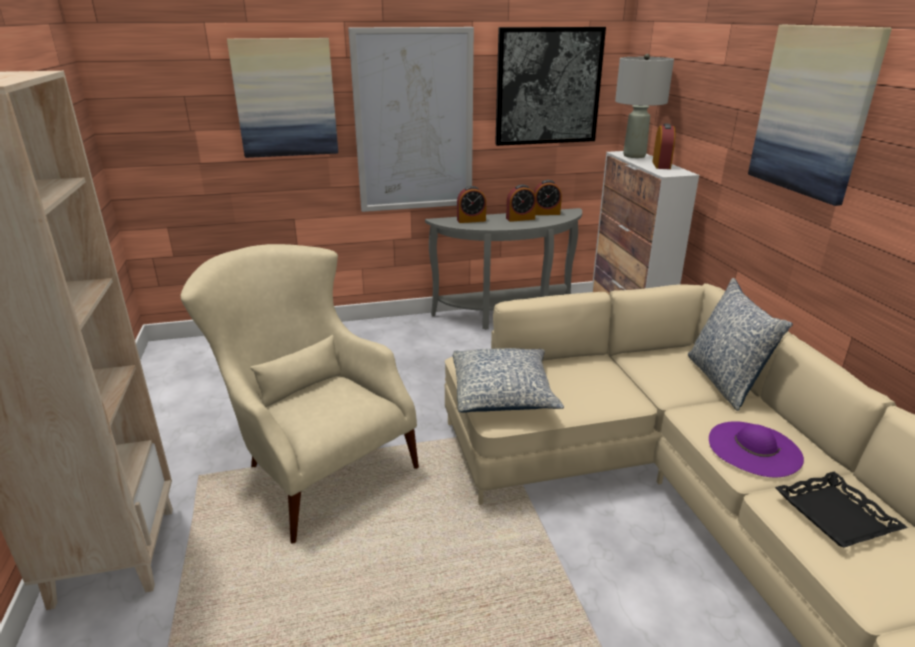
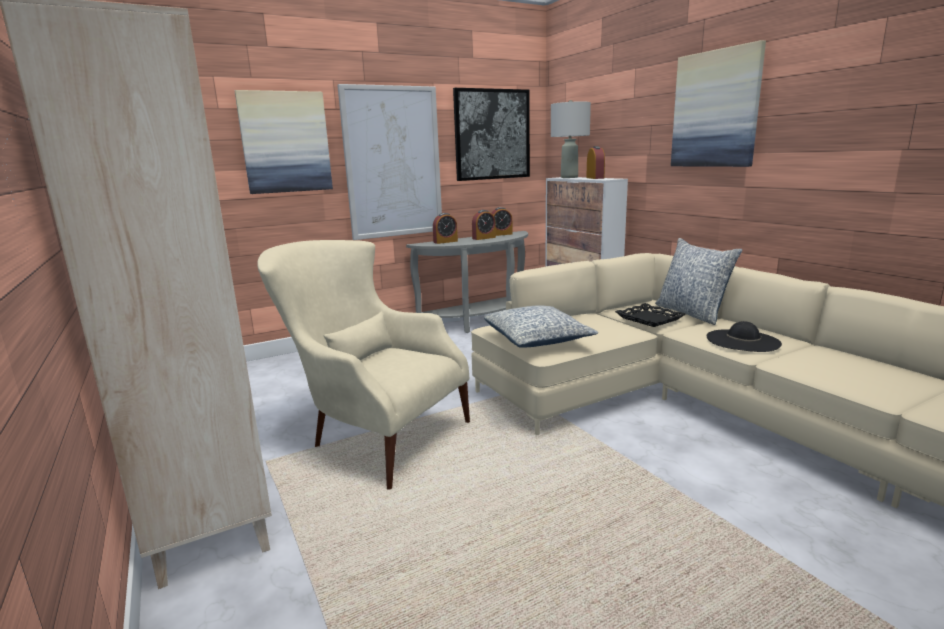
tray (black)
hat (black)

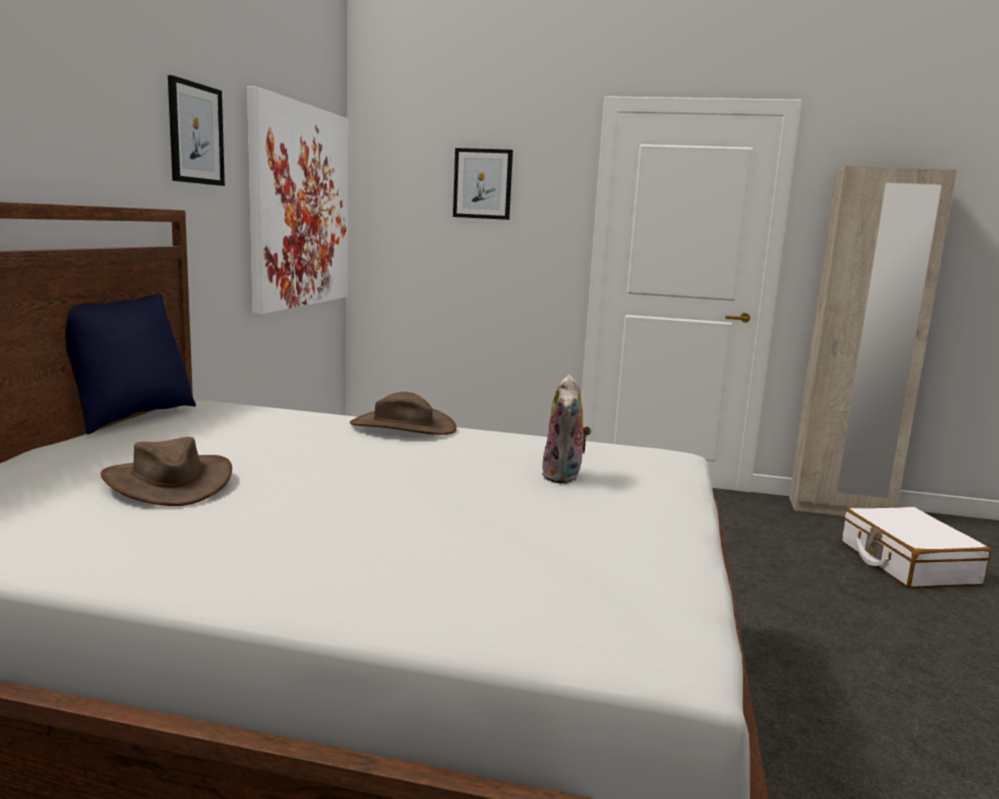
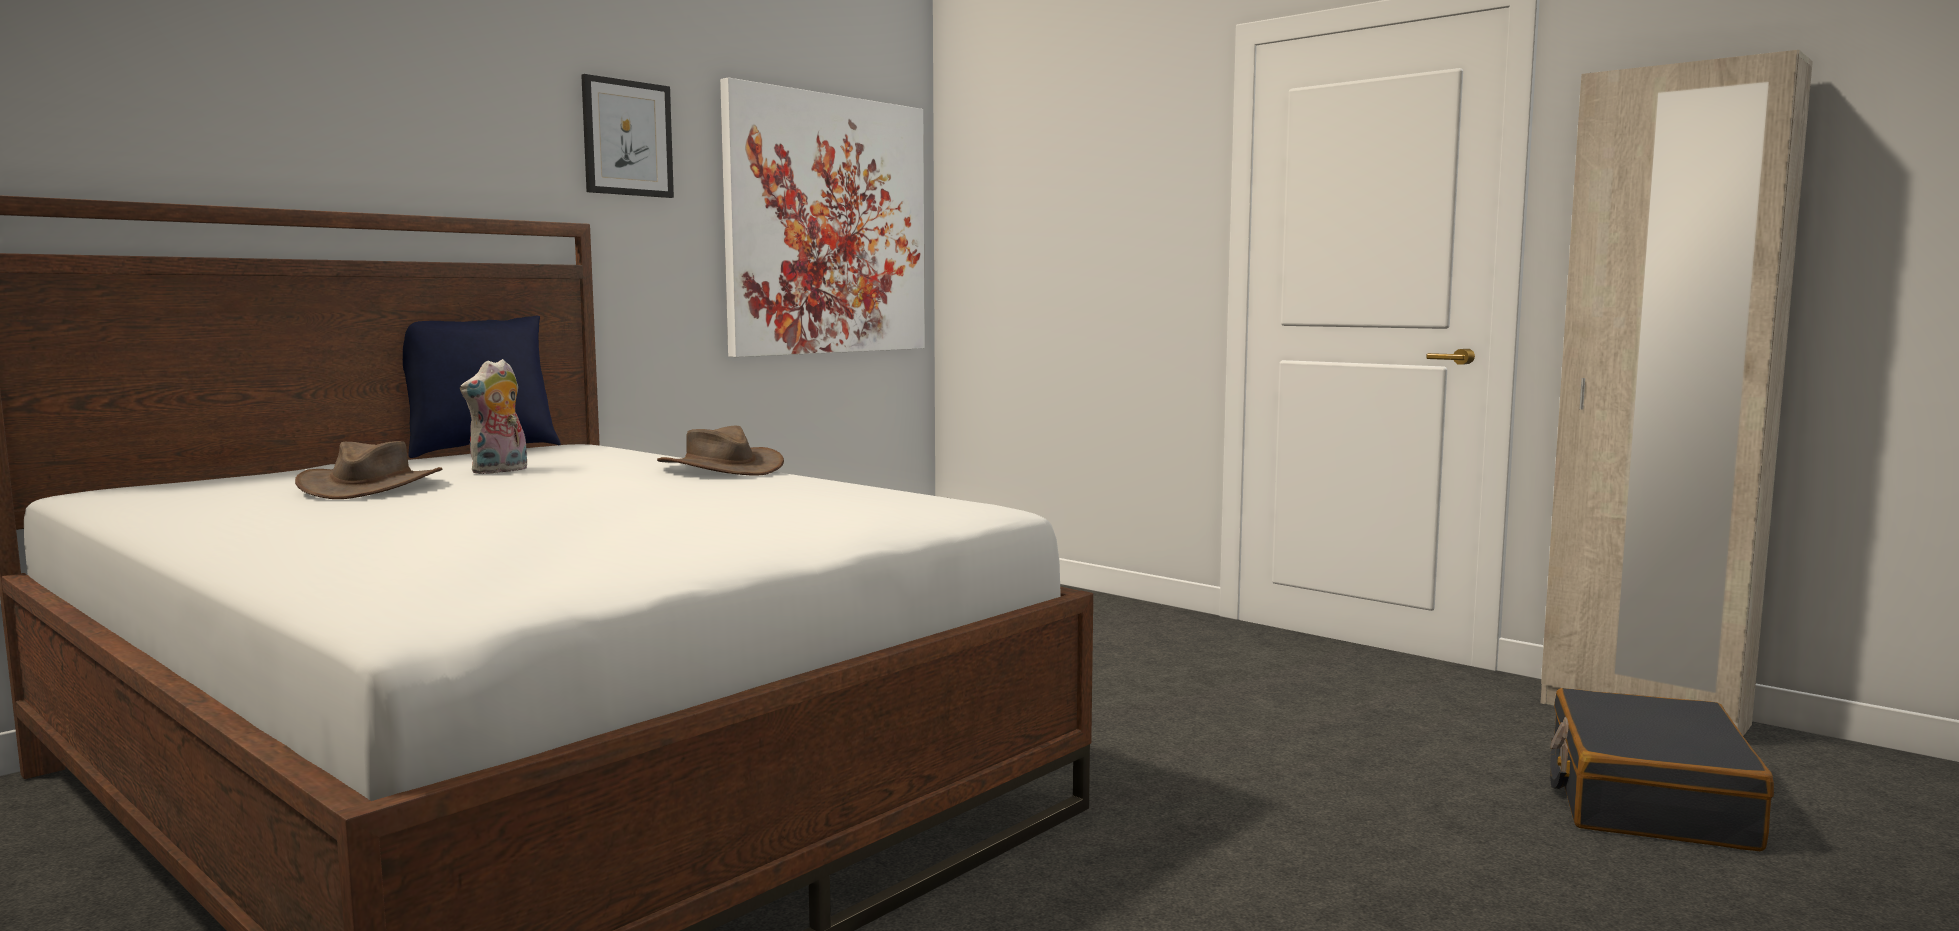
plush toy
suitcase (black)
picture (3rd from left in the first image)

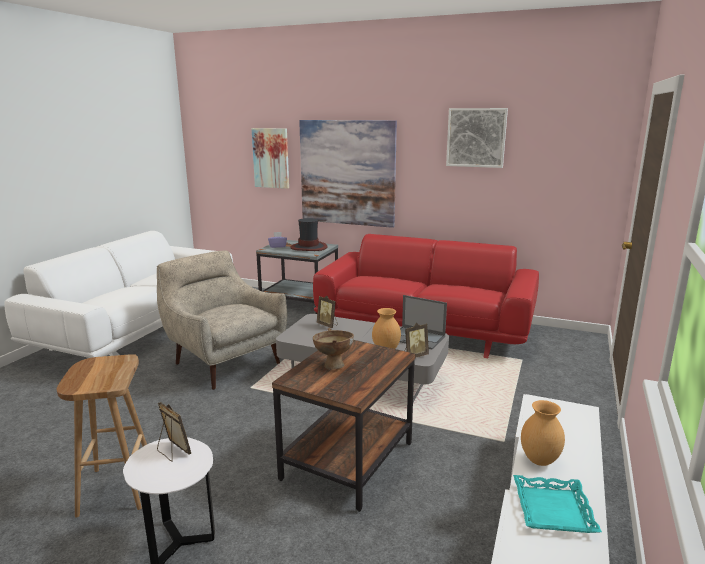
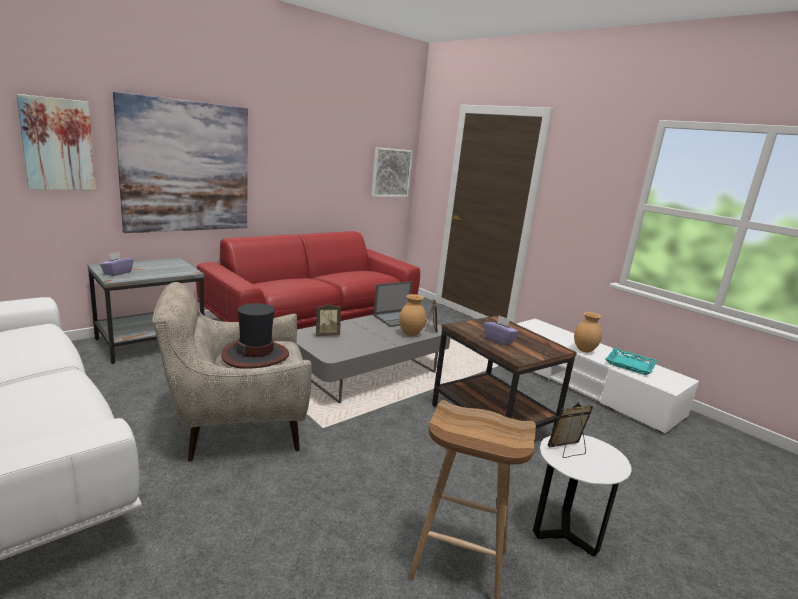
hat
picture (3rd from left)
tissue box (purple) (2nd from left)

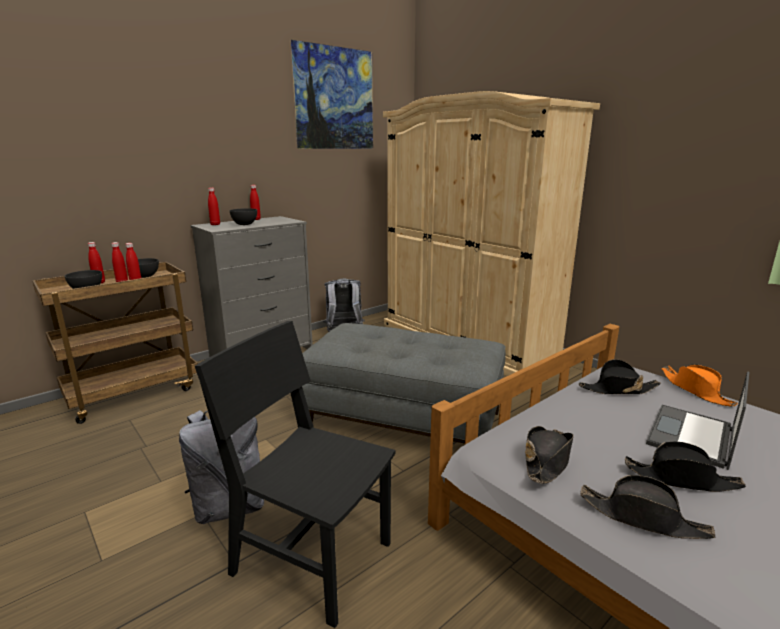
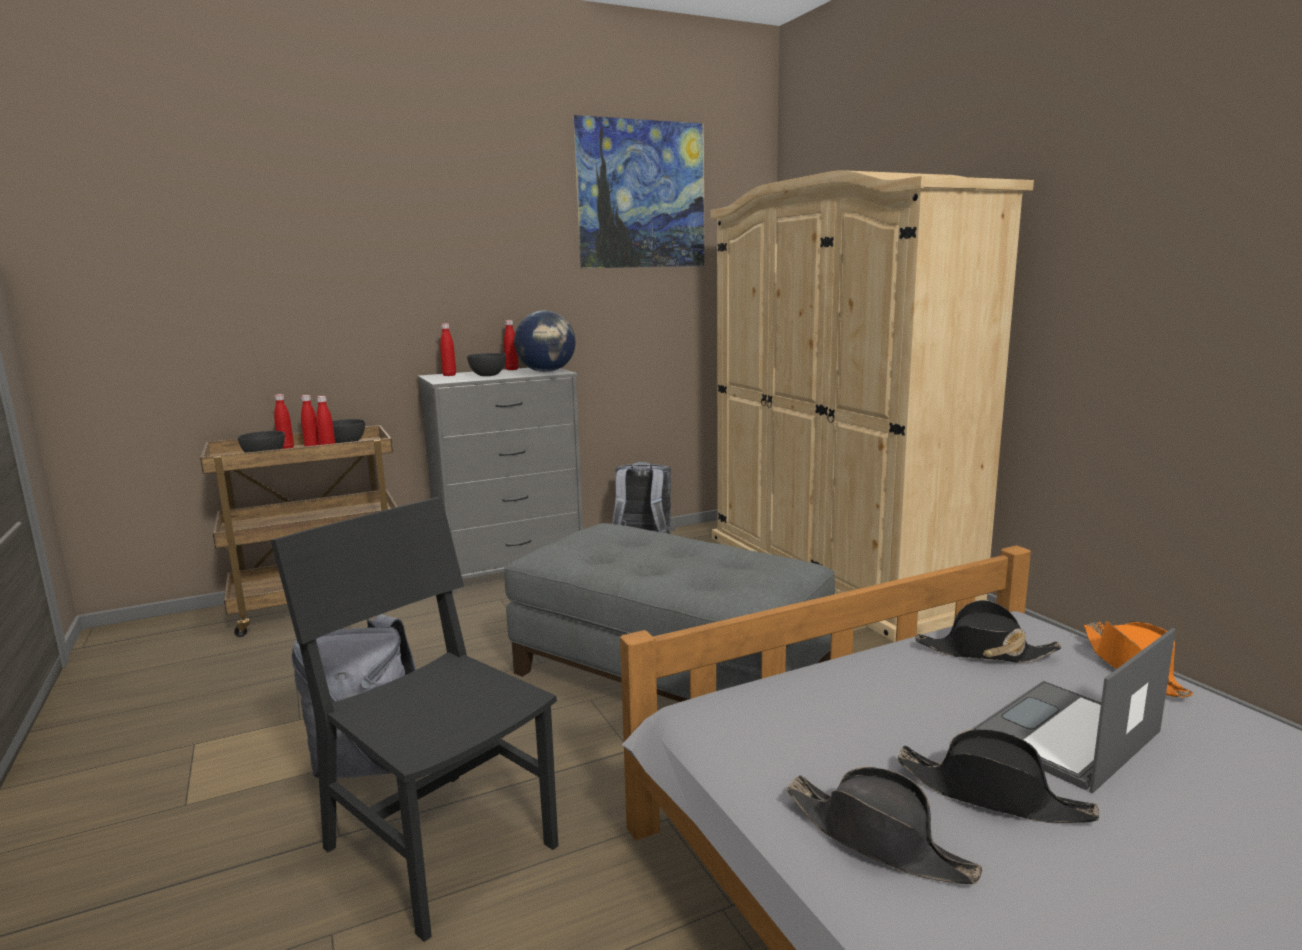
globe
hat (black) (1st from left in the first image)

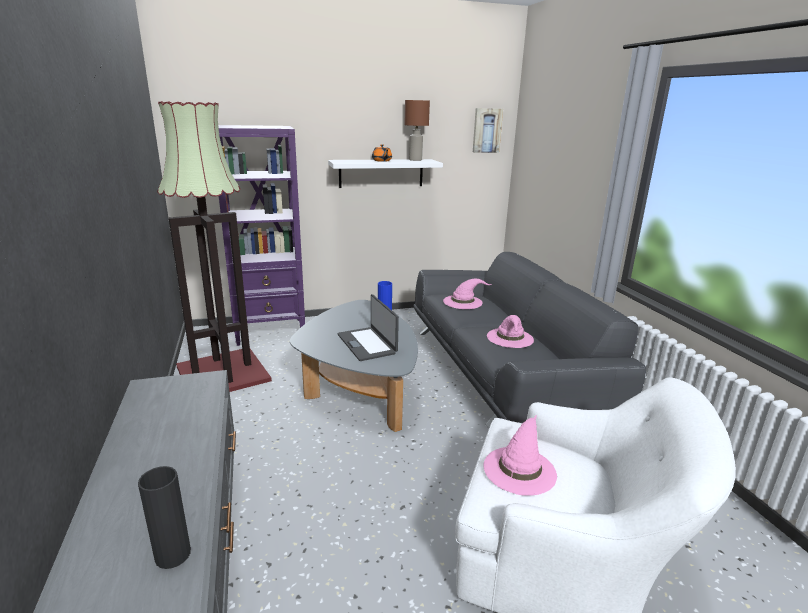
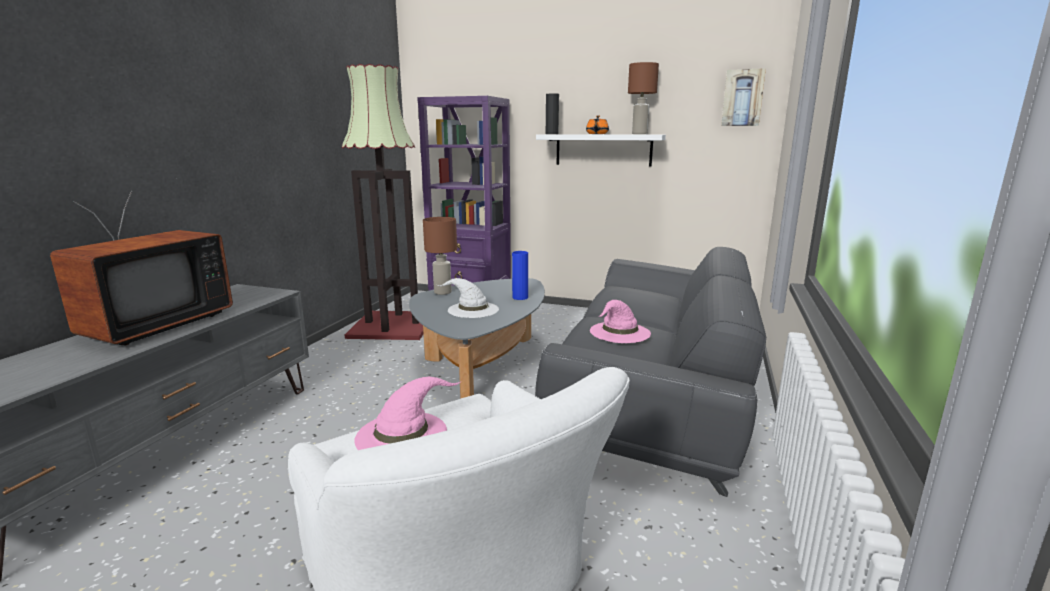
television
table lamp (brown) (1st from left)
hat (white)
vase (black)
hat (pink) (1st from left in the first image)

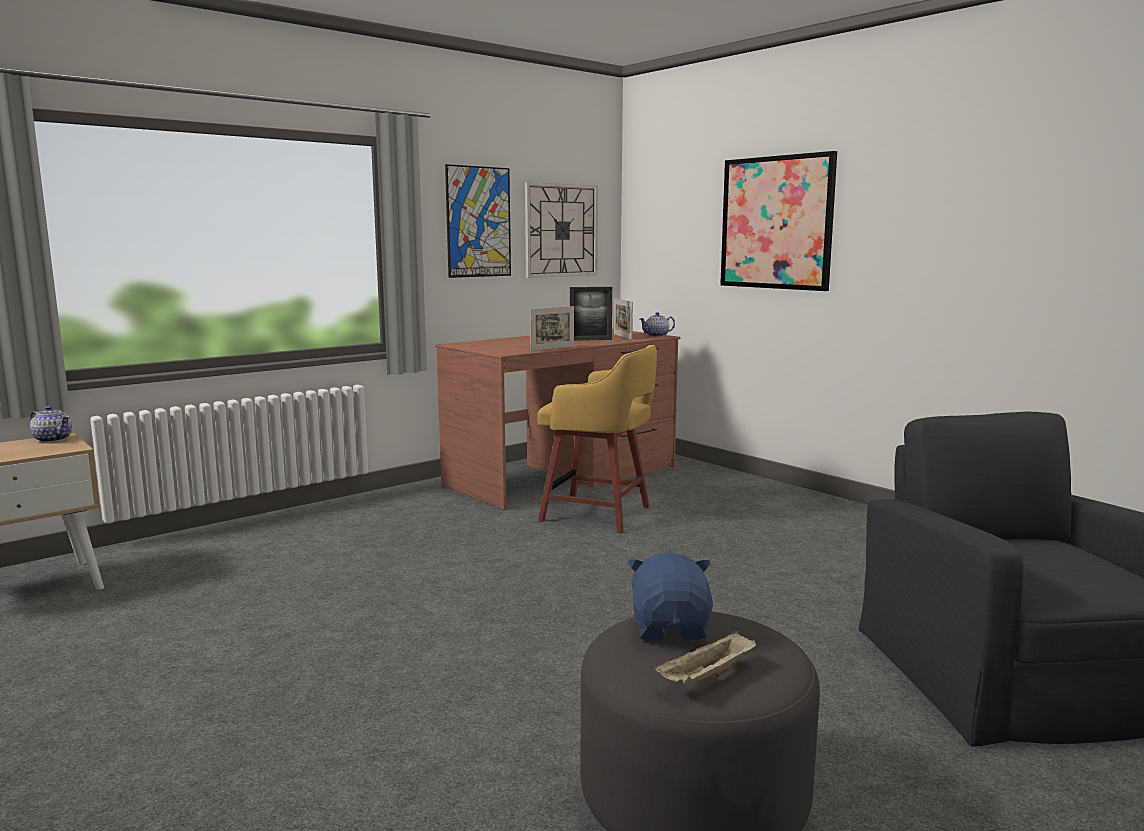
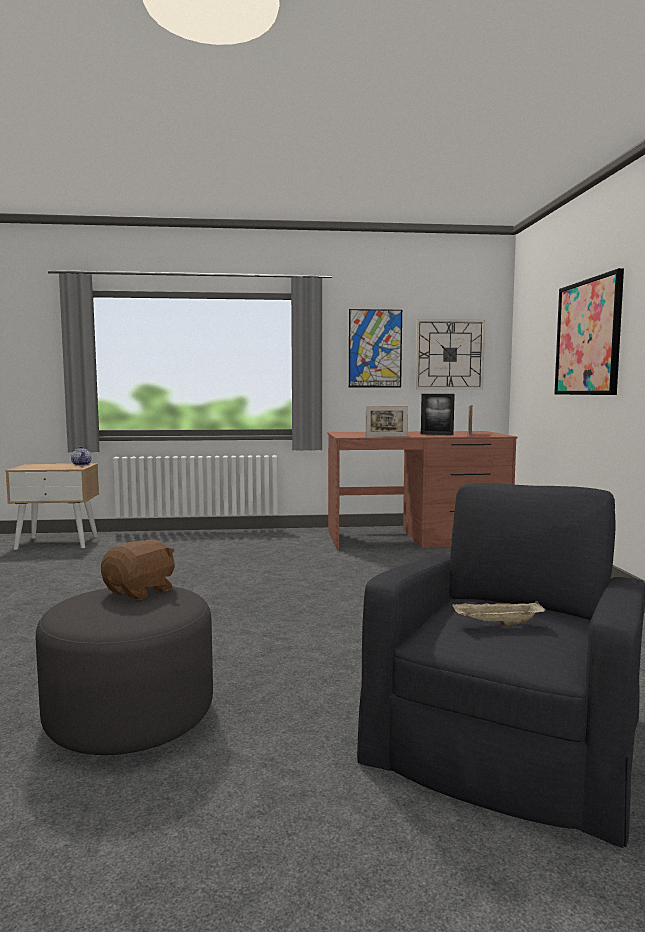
plush toy (brown)
tray (beige)
stool (yellow)
teapot (2nd from left in the first image)

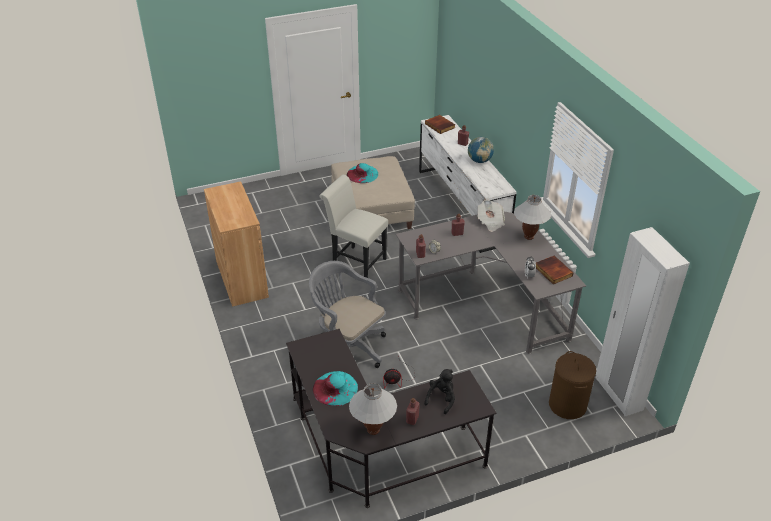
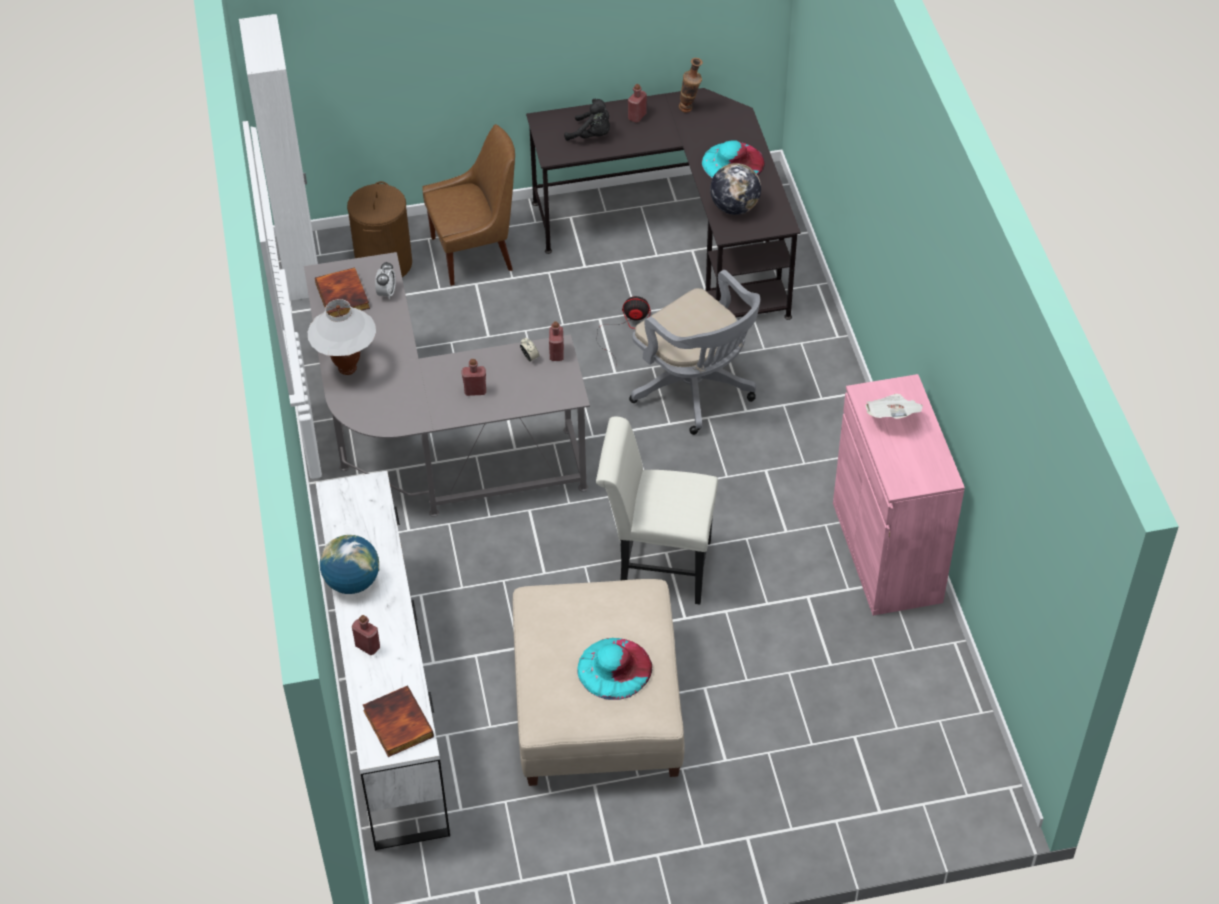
chair (brown)
plush toy (black)
chair (white)
vase
globe (2nd from left)
cabinet (pink)
newspaper

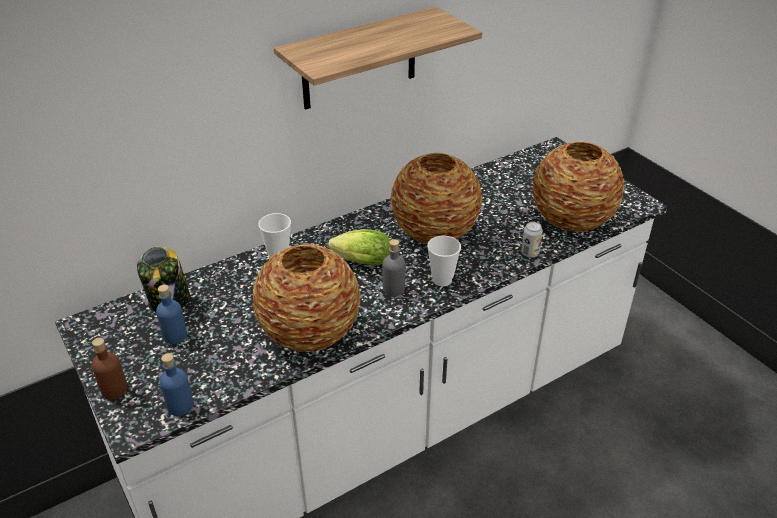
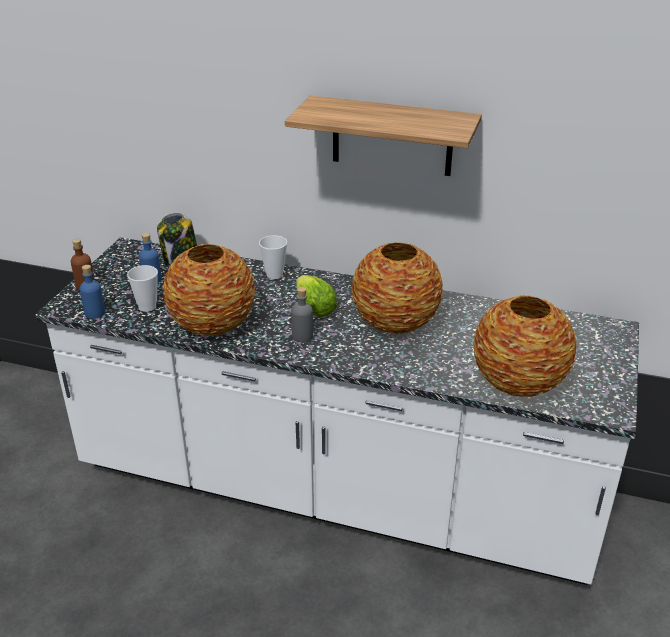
cup (1st from left)
can

